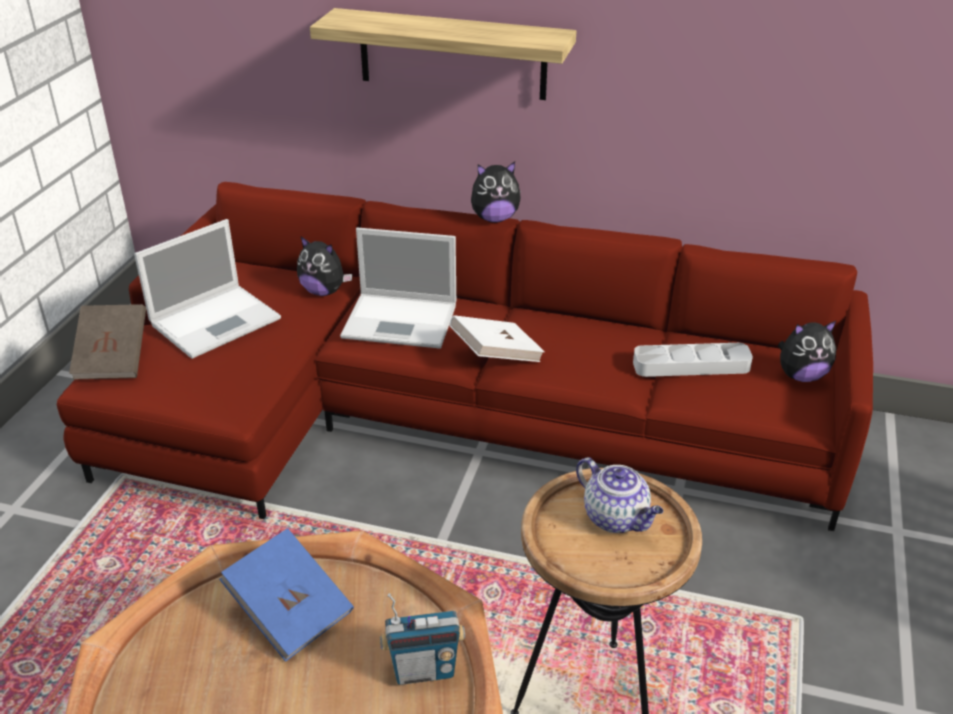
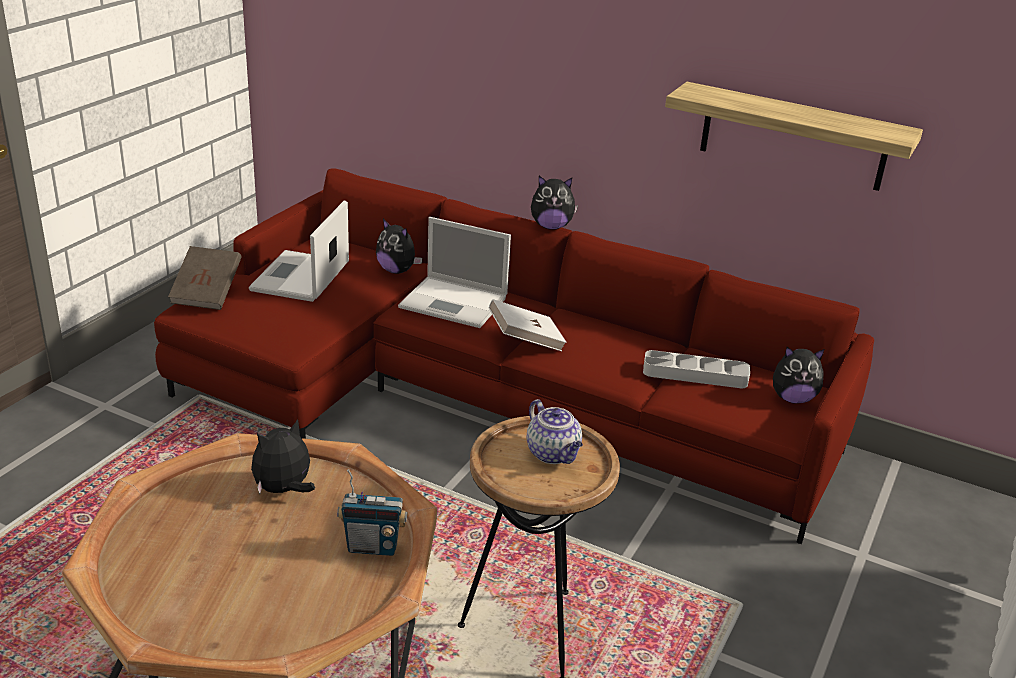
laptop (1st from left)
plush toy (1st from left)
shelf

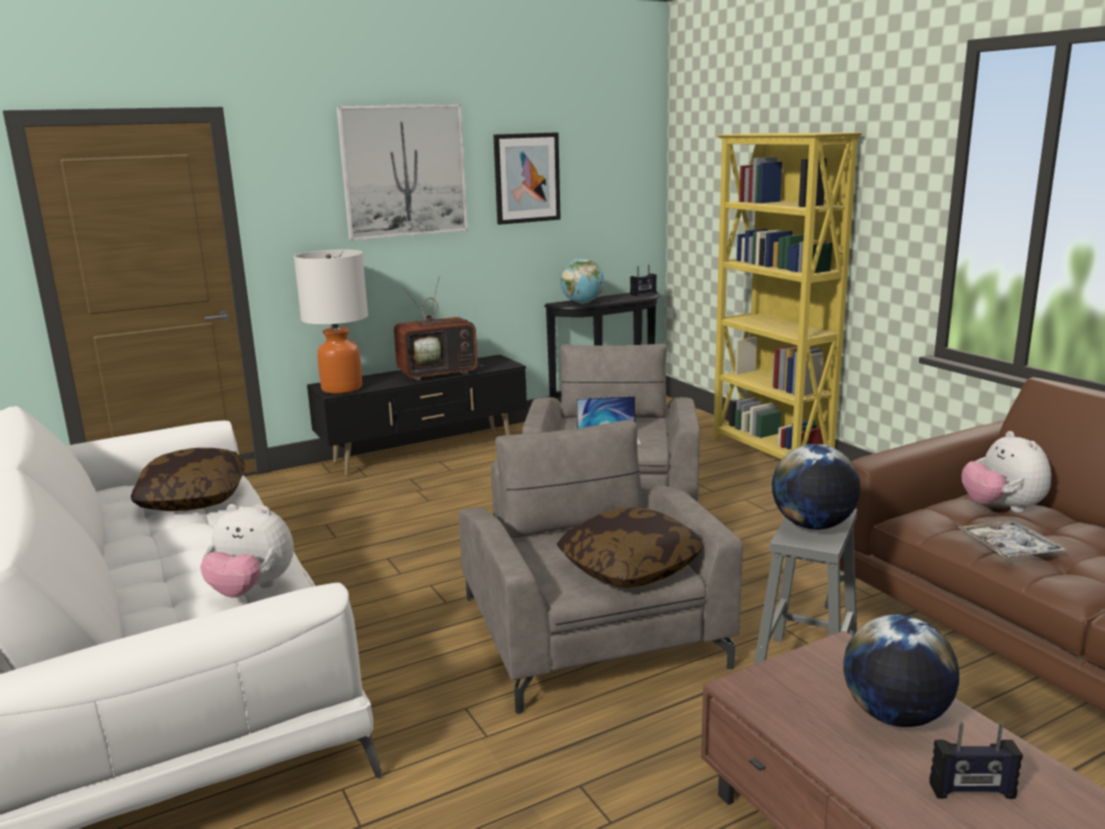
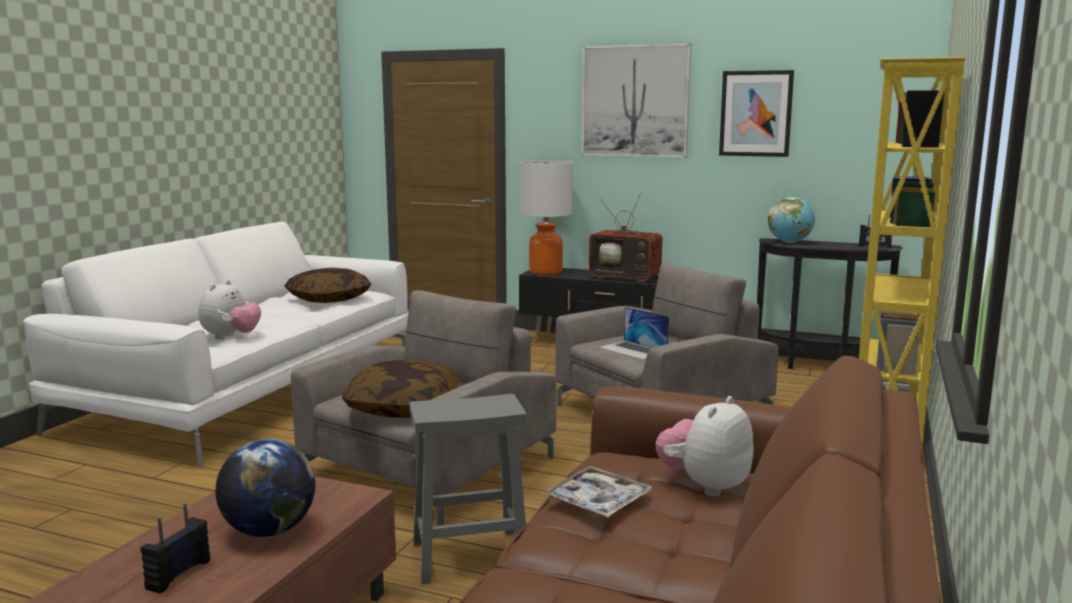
radio (1st from left)
plush toy (1st from left)
globe (2nd from left in the first image)

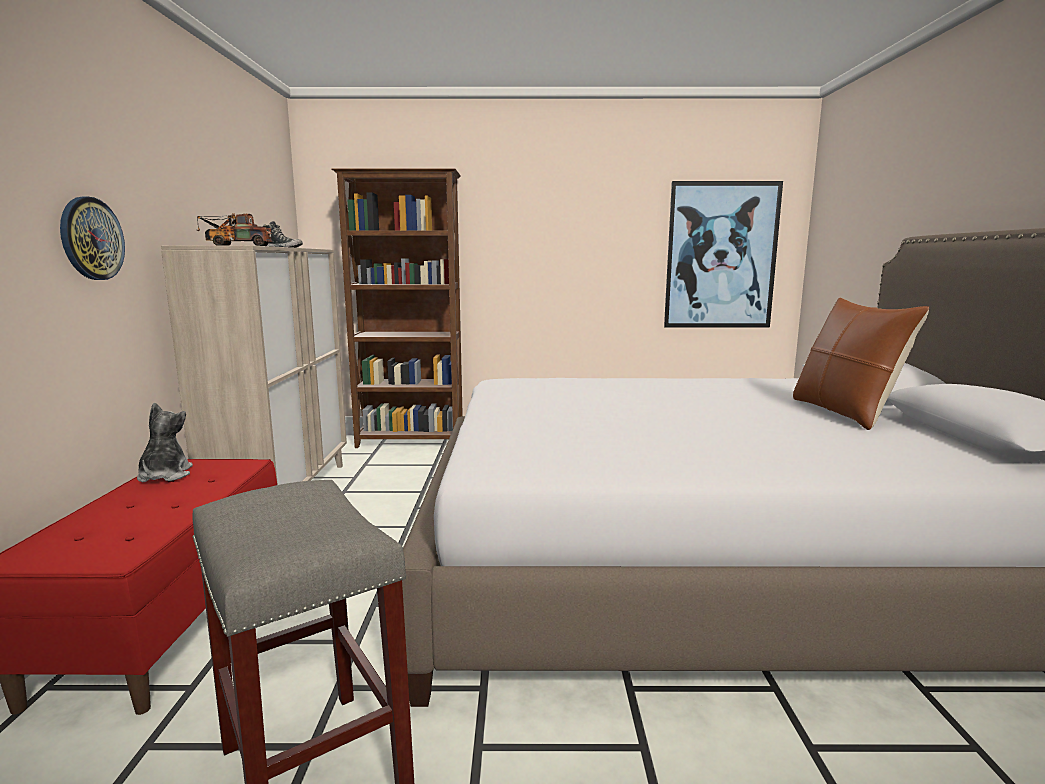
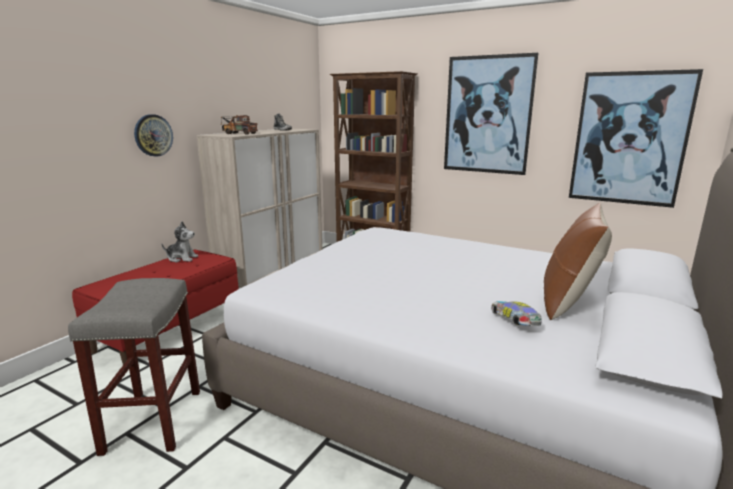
plush toy
picture (1st from left)
toy car

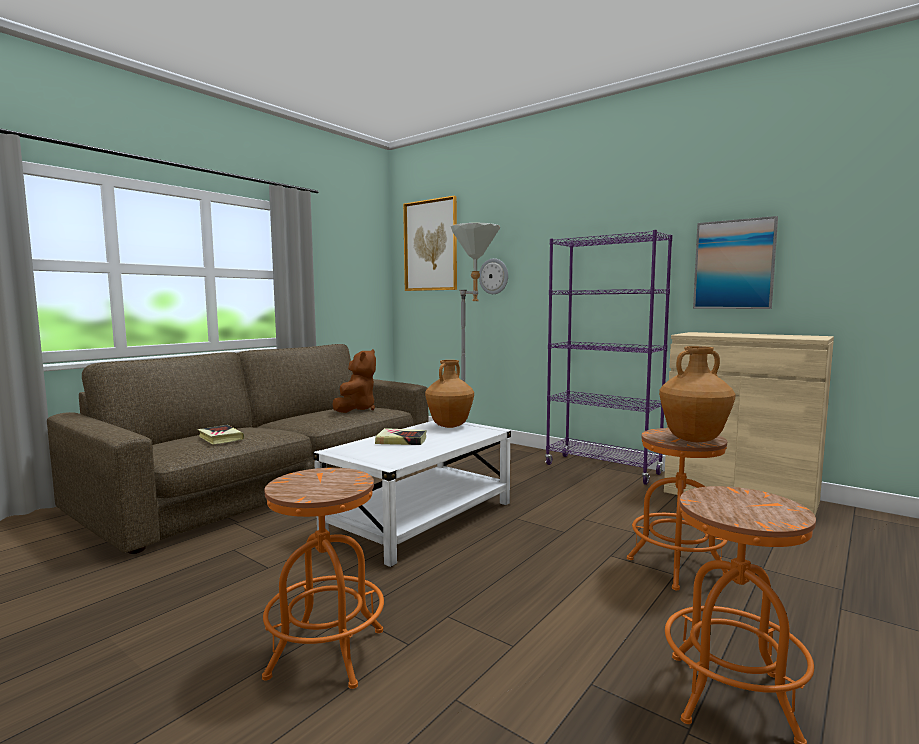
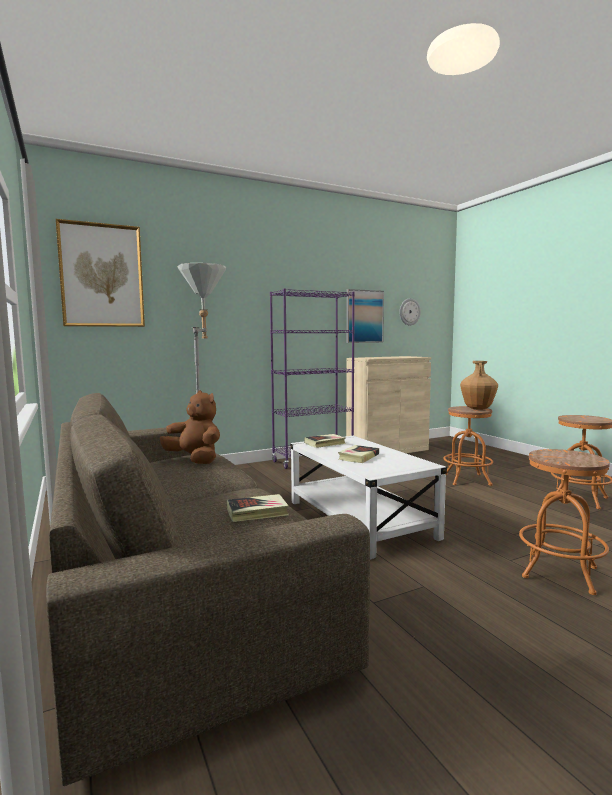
book (2nd from left)
wall clock

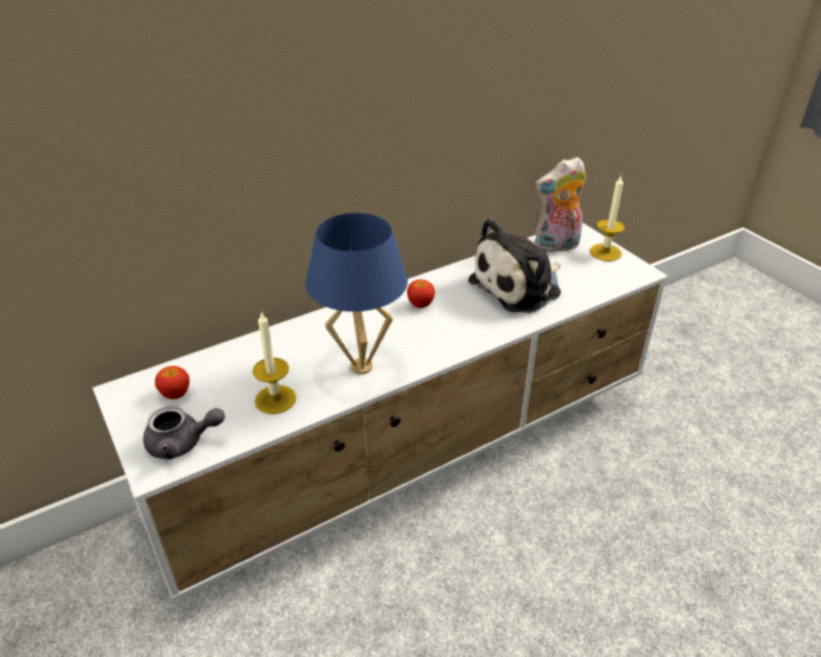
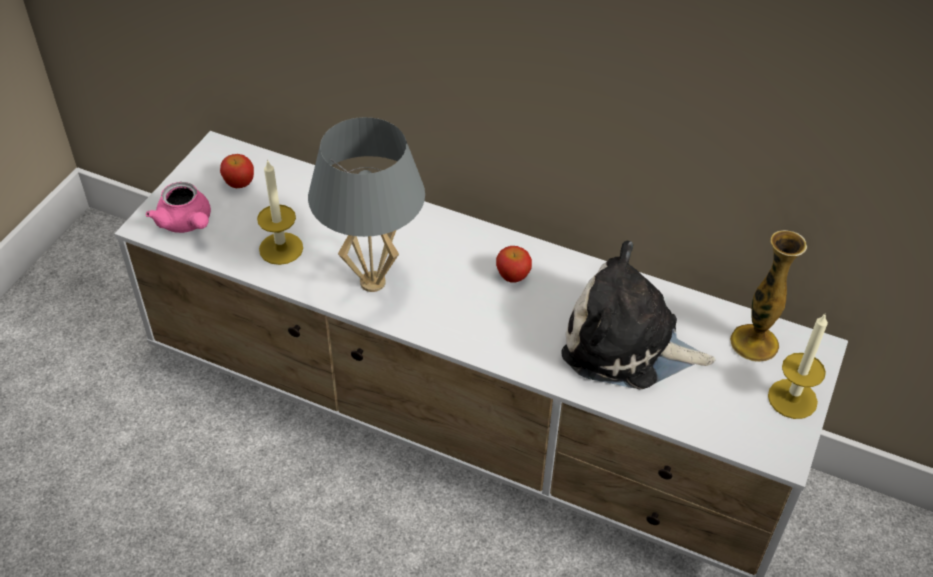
teapot (pink)
table lamp (grey)
vase

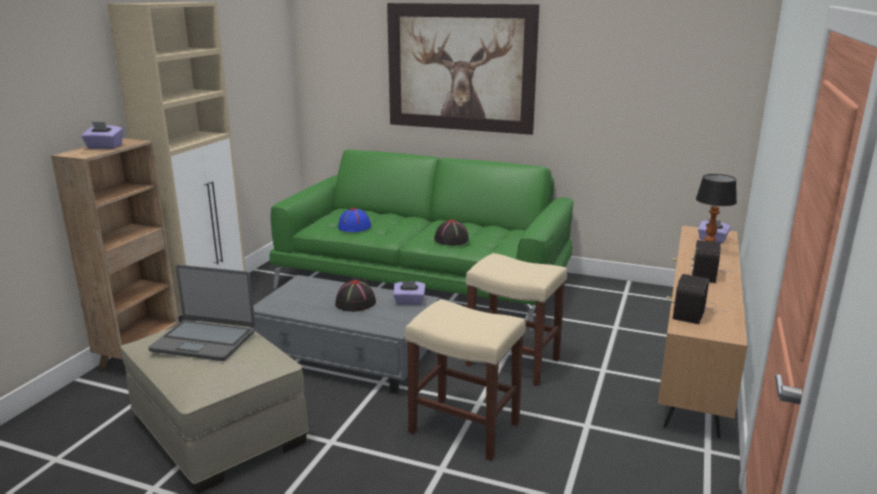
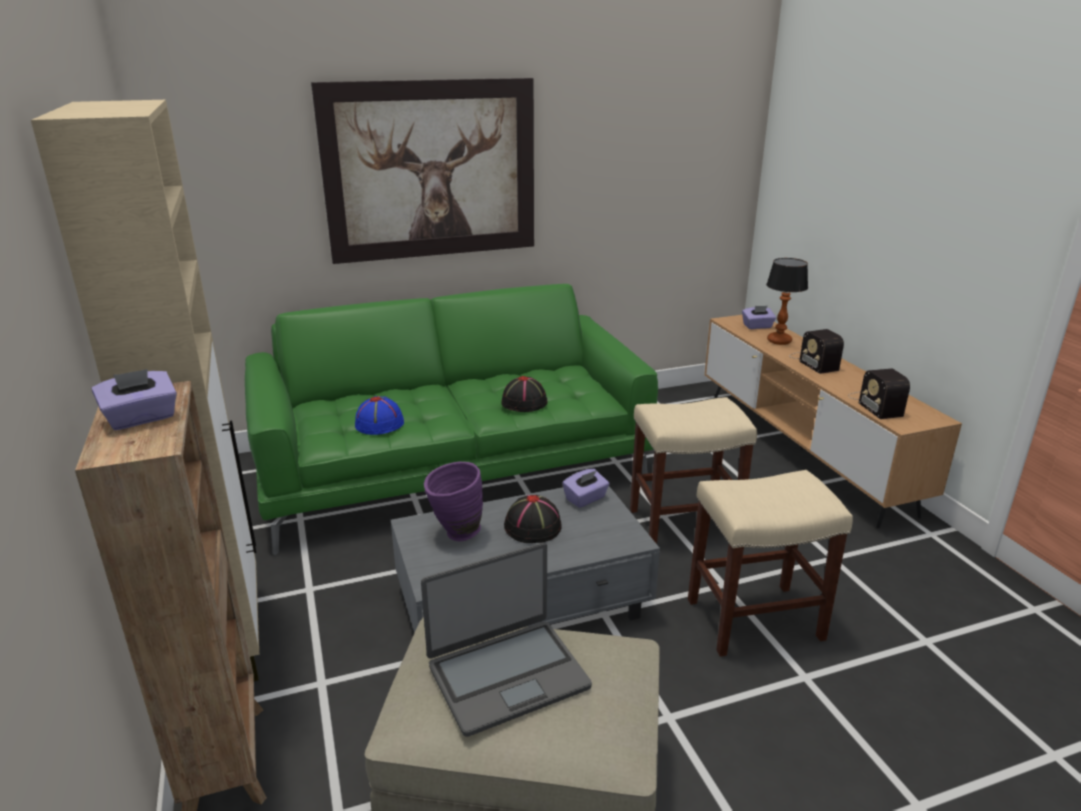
vase (purple)

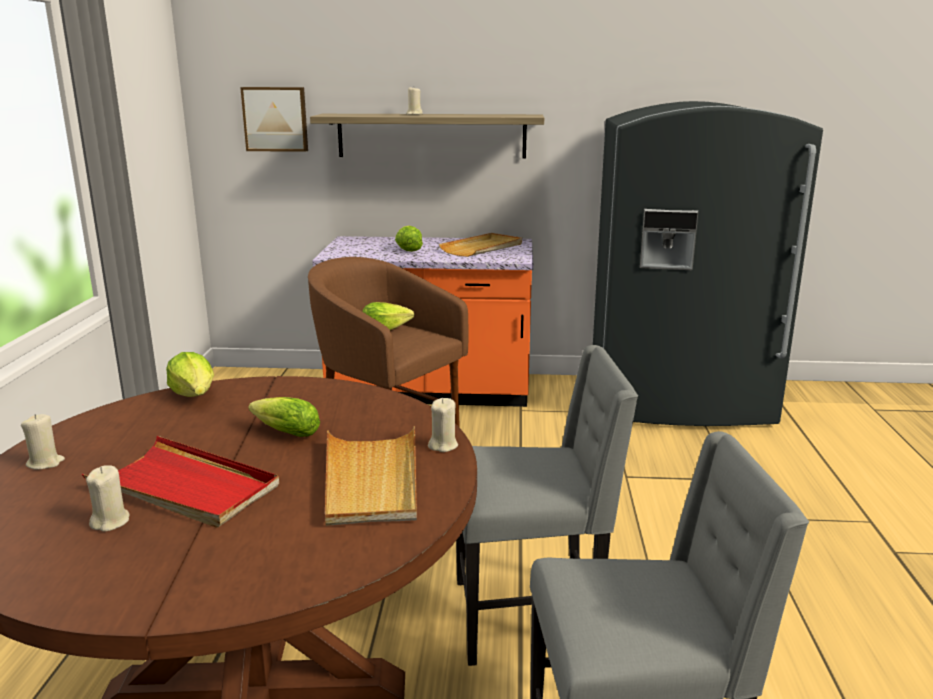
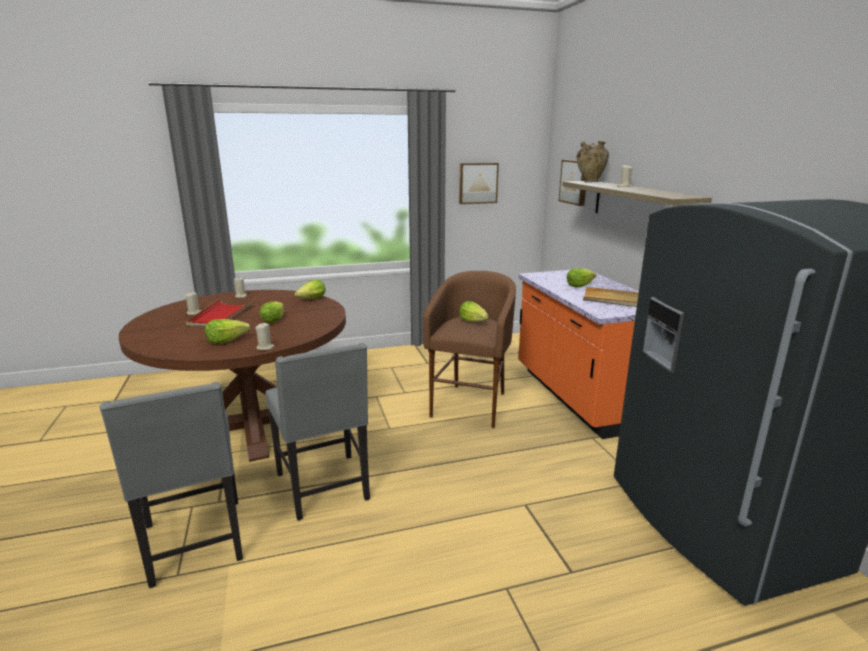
lettuce (1st from left)
picture (1st from left)
vase (beige)

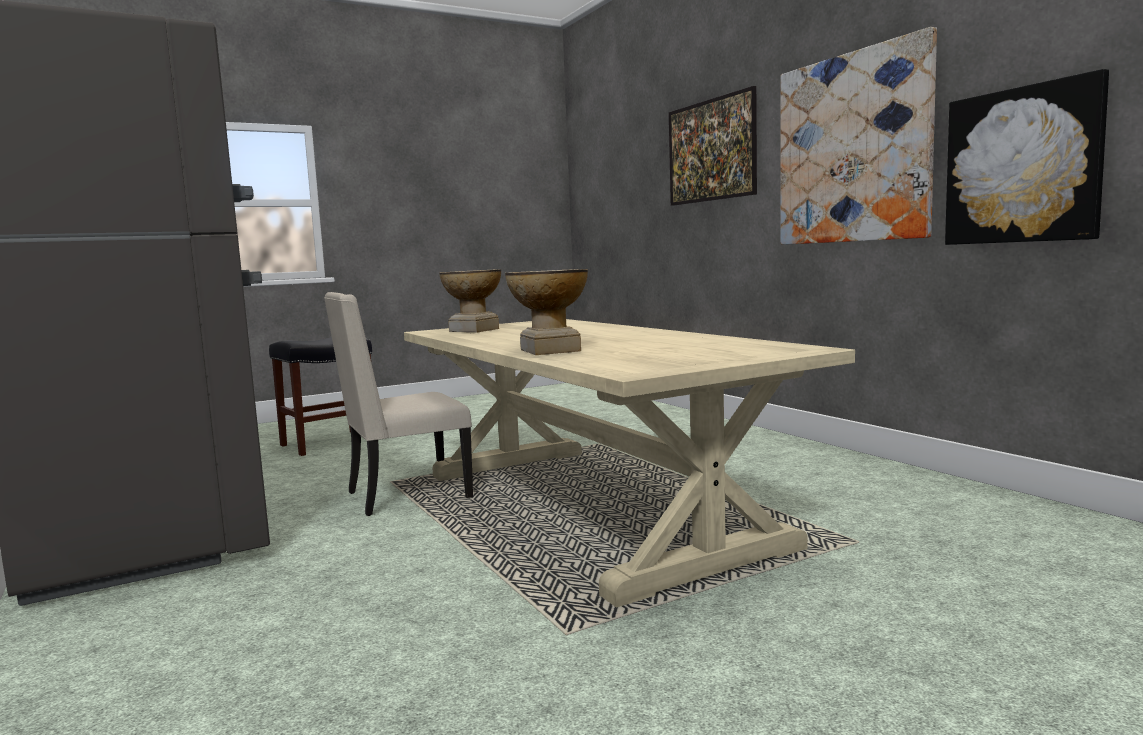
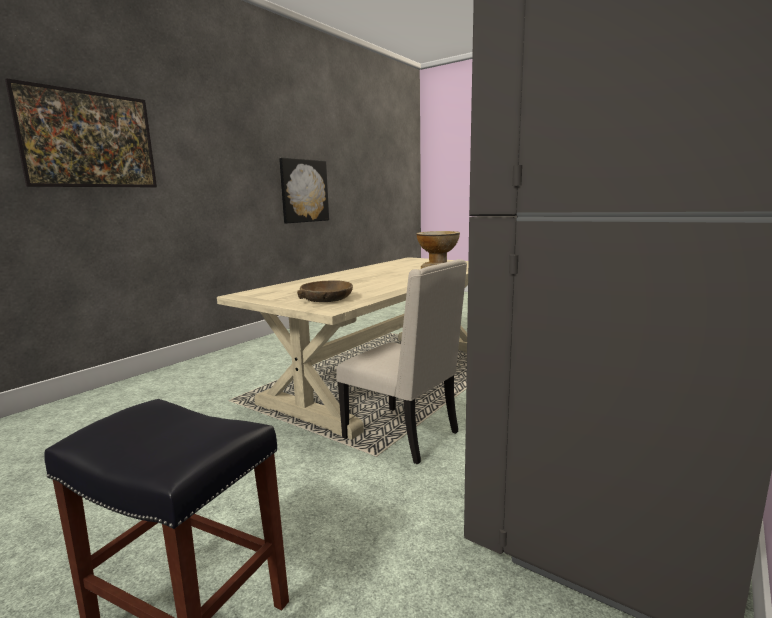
bowl (brown)
picture (2nd from left in the first image)

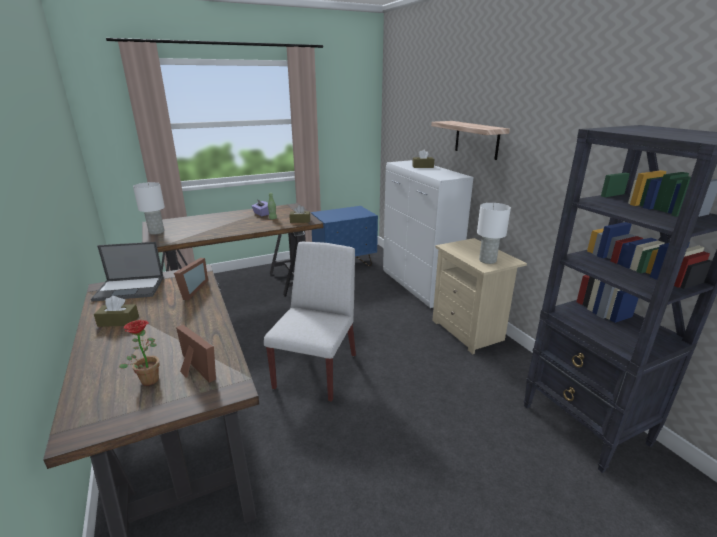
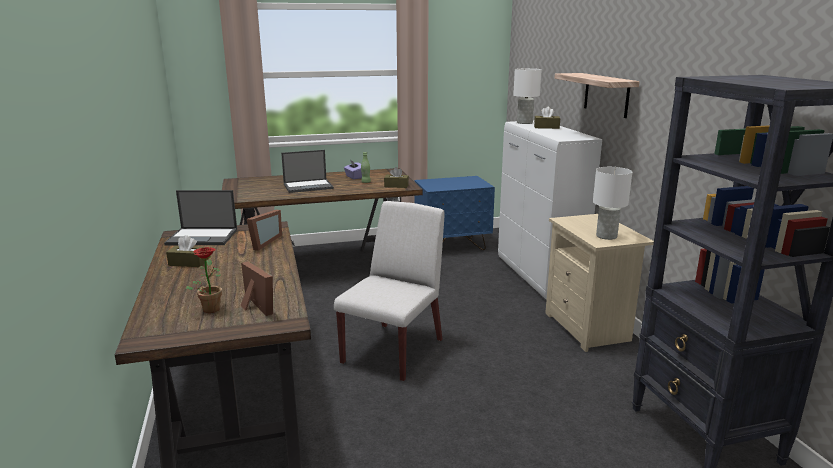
laptop (2nd from left)
table lamp (white) (1st from left)

